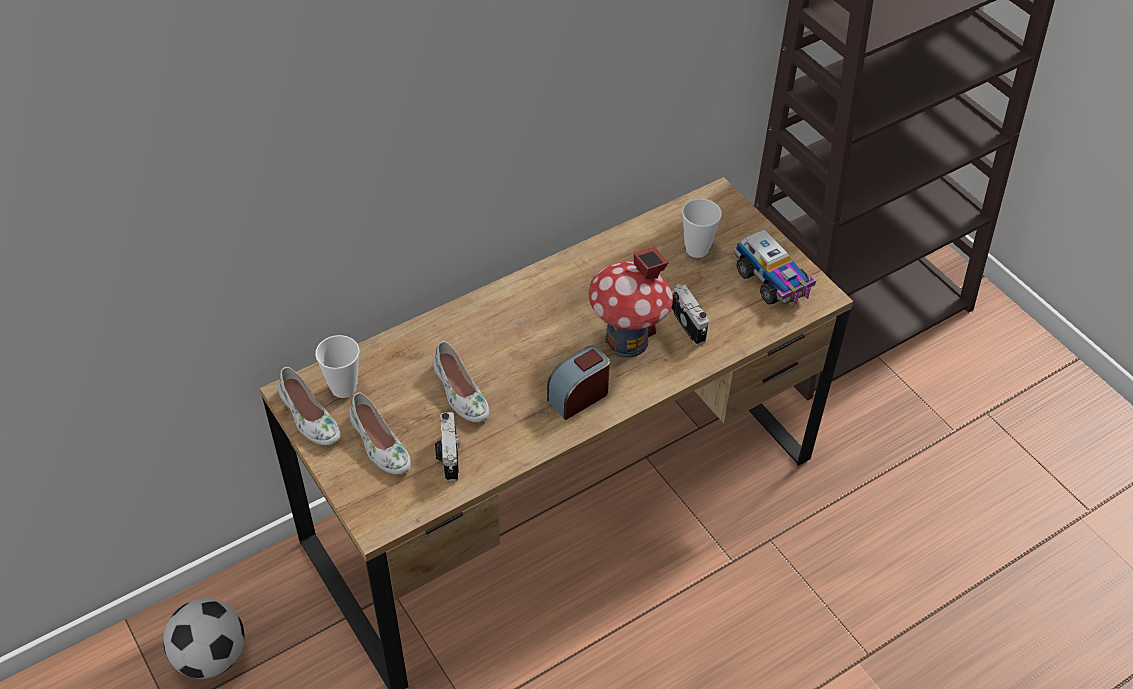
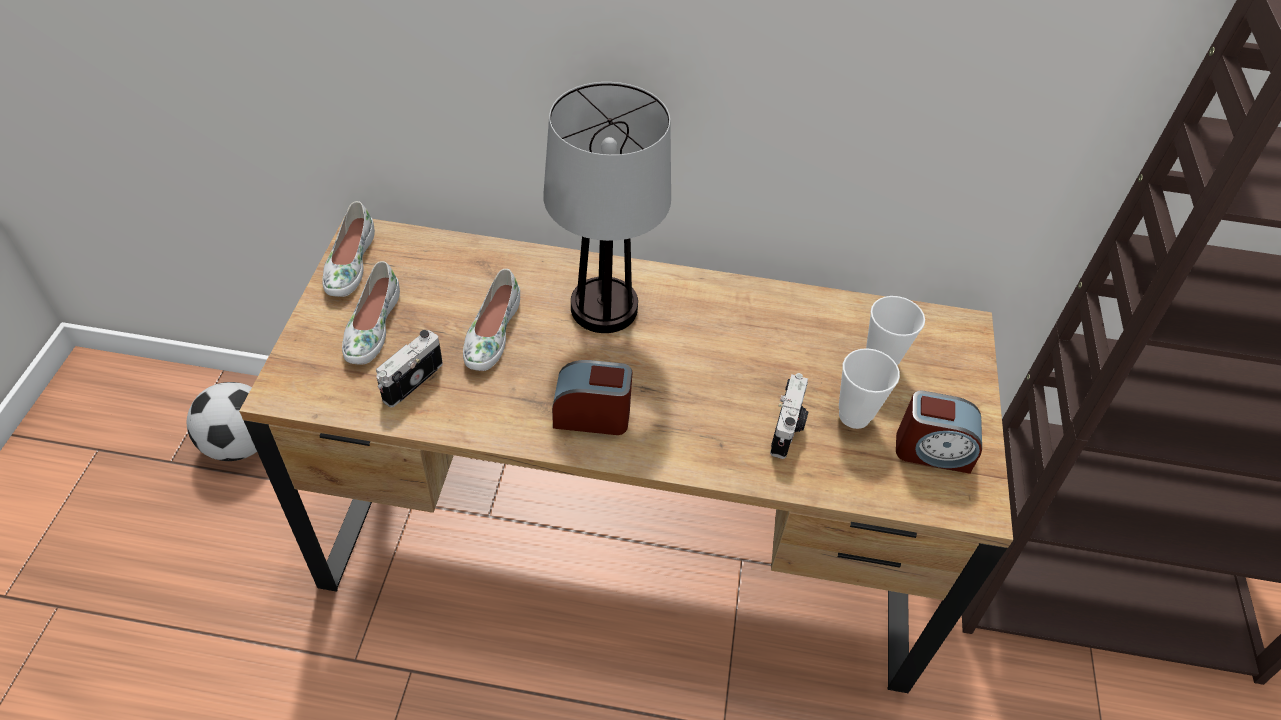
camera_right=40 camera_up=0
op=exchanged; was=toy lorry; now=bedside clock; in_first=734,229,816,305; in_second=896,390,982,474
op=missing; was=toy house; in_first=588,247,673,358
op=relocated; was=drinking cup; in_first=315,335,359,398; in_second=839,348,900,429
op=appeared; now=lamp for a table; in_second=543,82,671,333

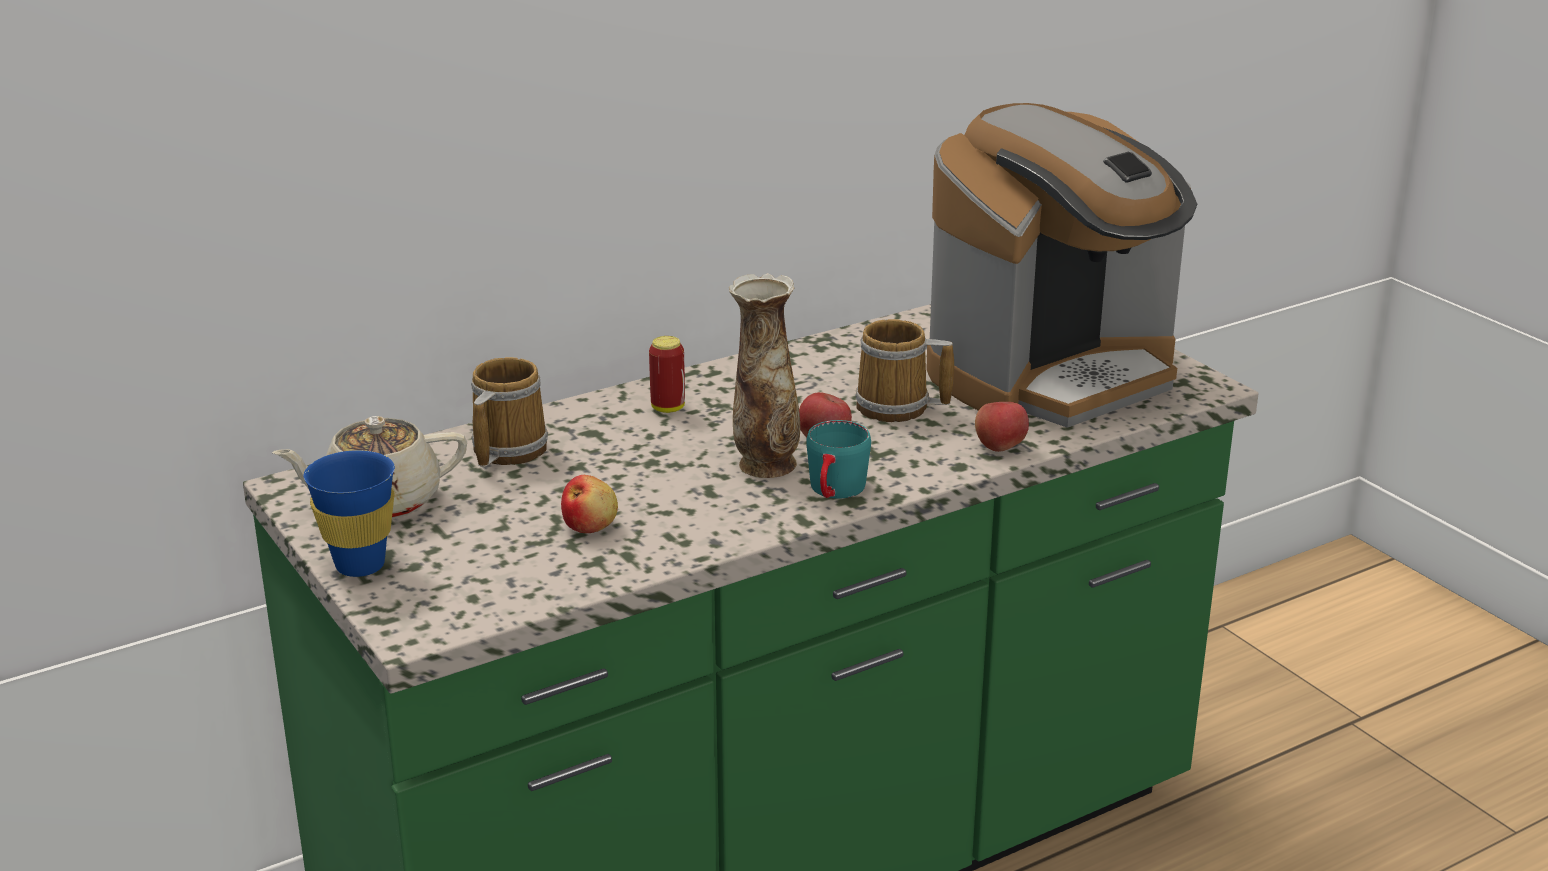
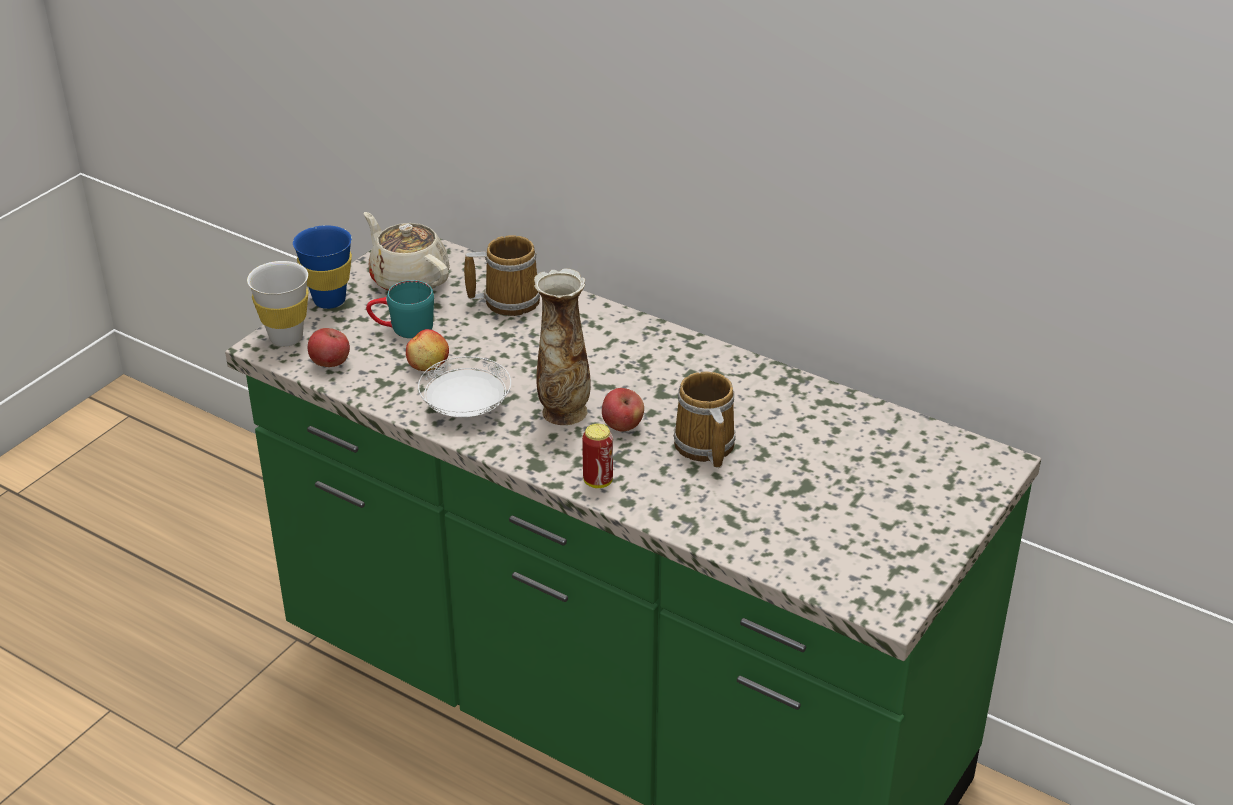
camera_right=65 camera_up=10
op=missing; was=coffee machine; in_first=926,103,1197,428
op=relocated; was=can; in_first=649,336,685,413; in_second=582,423,613,488
op=relocated; was=apple fruit; in_first=975,402,1029,452; in_second=308,328,350,367
op=relocated; was=turquoise-coloured mug; in_first=806,420,871,499; in_second=366,280,434,338
op=appeared; now=whitish drinking cup; in_second=247,261,308,347
op=appeared; now=whitish plate; in_second=418,356,511,417

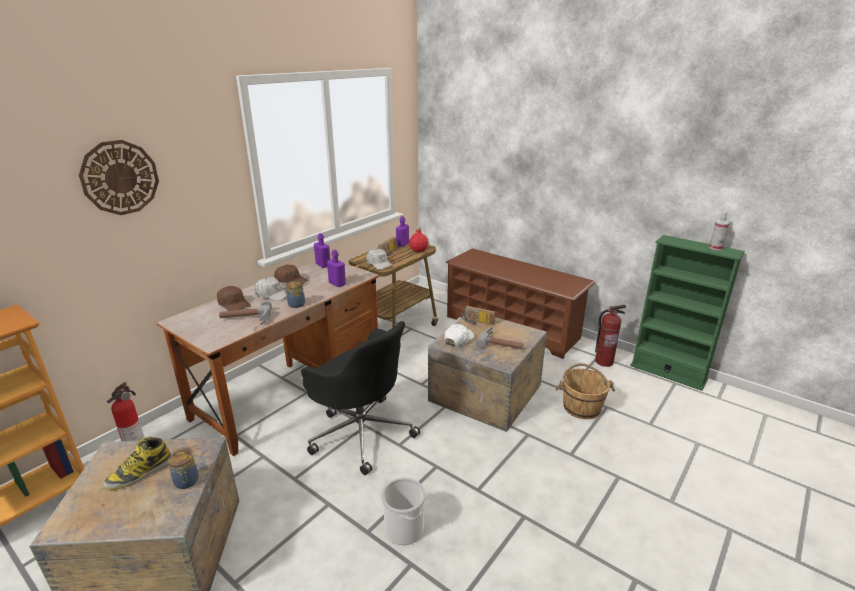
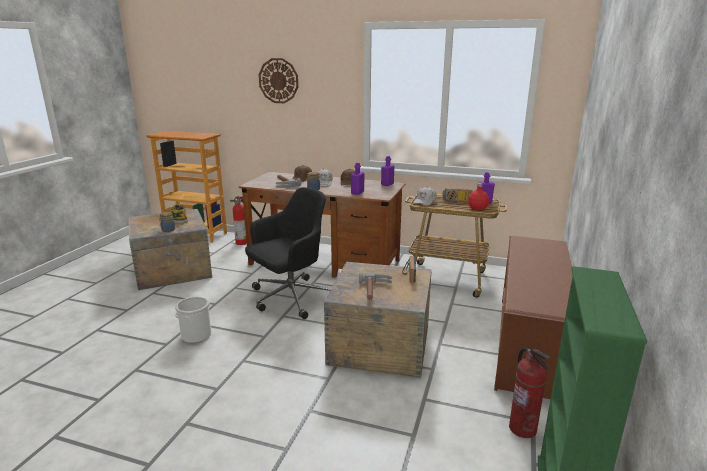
camera_right=70 camera_up=-5
op=missing; was=spray bottle; in_first=709,211,729,250
op=spun; was=blackish desk chair; in_first=301,321,420,475; in_second=245,187,331,319; clockwise=-150
op=missing; was=whitish cap; in_first=445,324,474,346
op=missing; was=brown pail; in_first=555,363,615,419

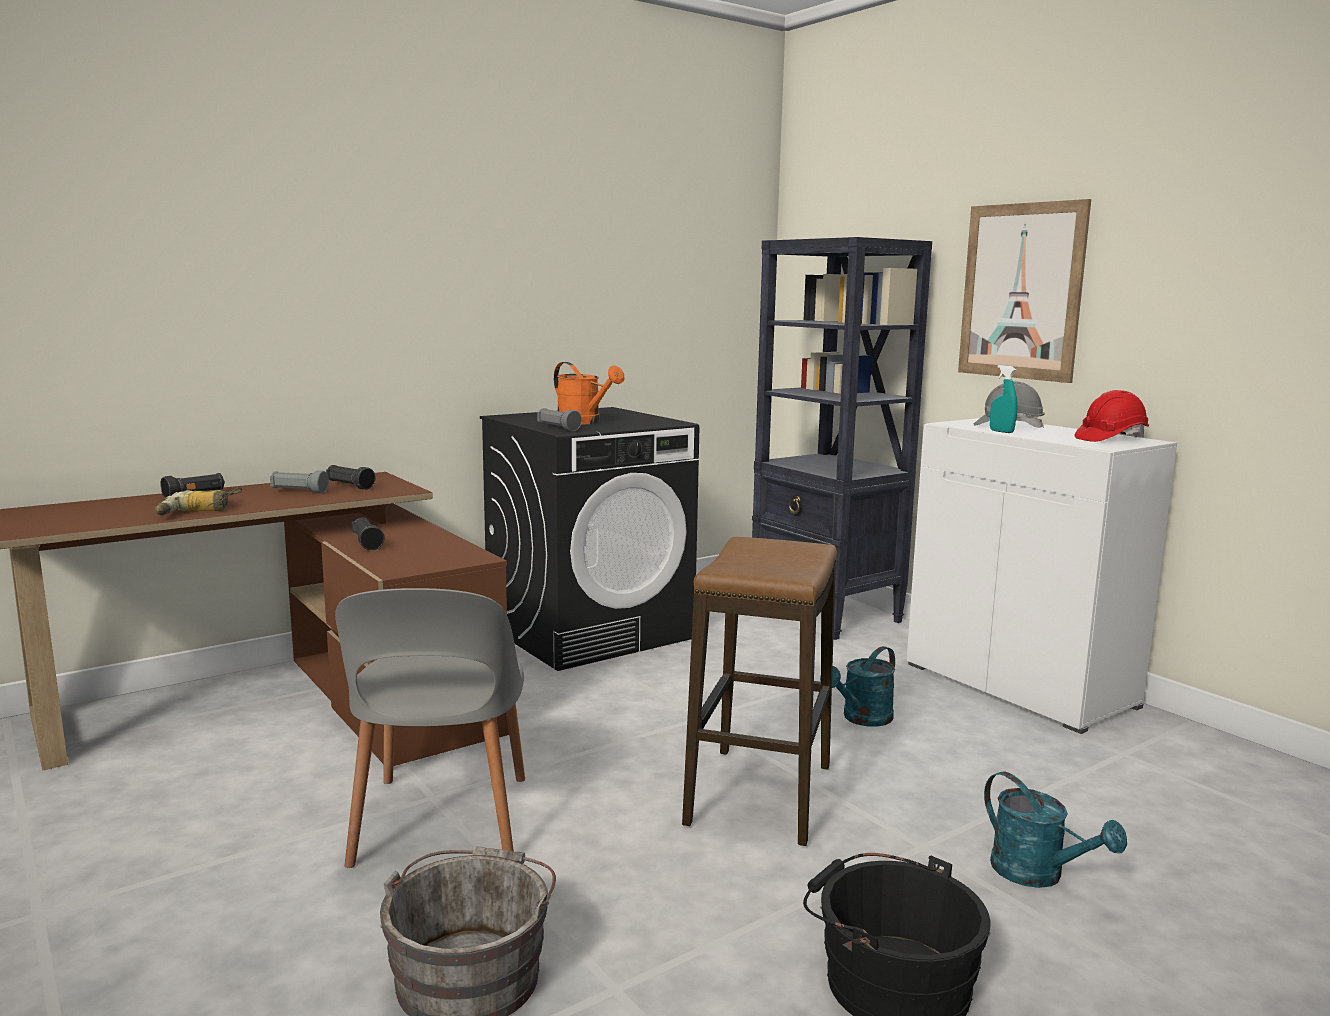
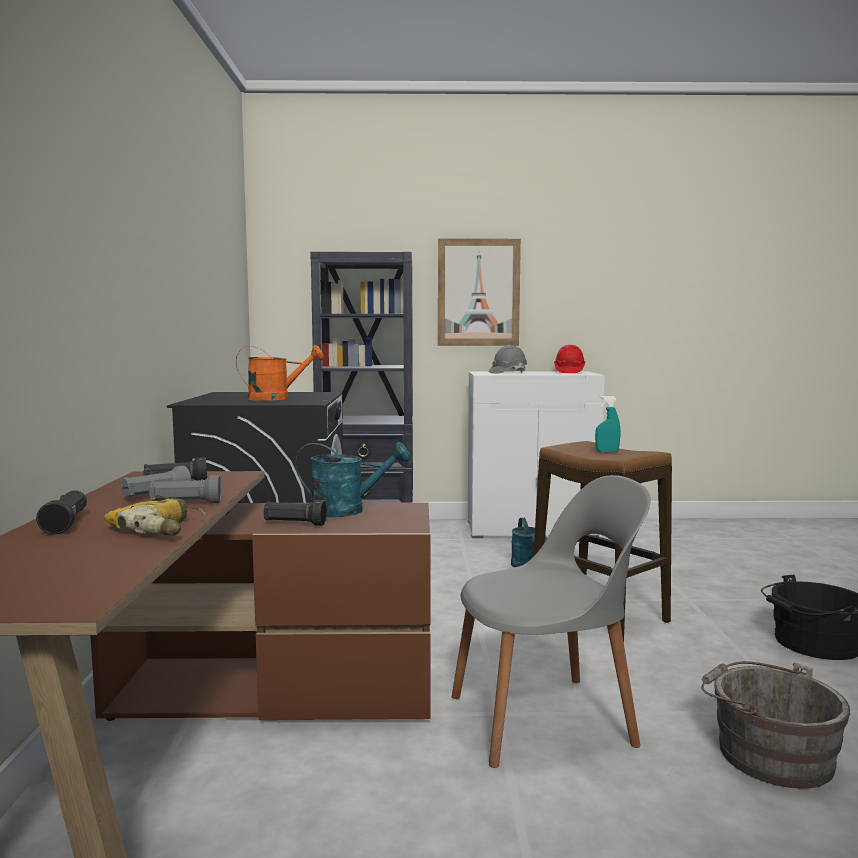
camera_right=-55 camera_up=-5
op=relocated; was=turquoise-coloured spray bottle; in_first=990,365,1017,433; in_second=595,395,621,452
op=relocated; was=greyish flashlight; in_first=537,408,582,431; in_second=149,475,221,503
op=spun; was=greyish plain chair; in_first=335,588,525,868; in_second=452,475,651,768; clockwise=-45
op=relocated; was=turquoise-coloured watering can; in_first=984,772,1127,888; in_second=296,442,410,517

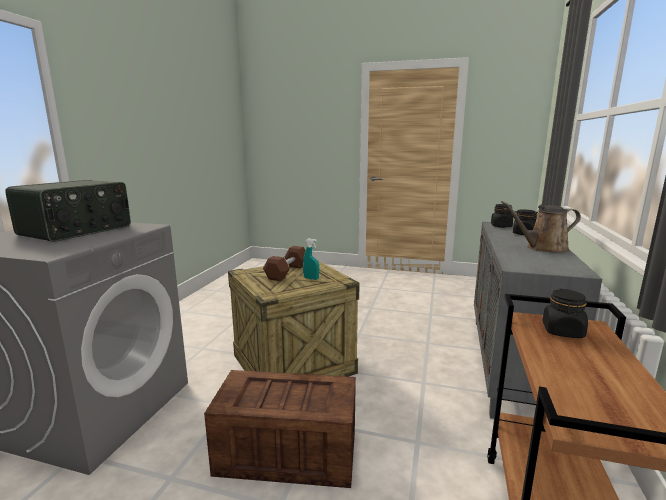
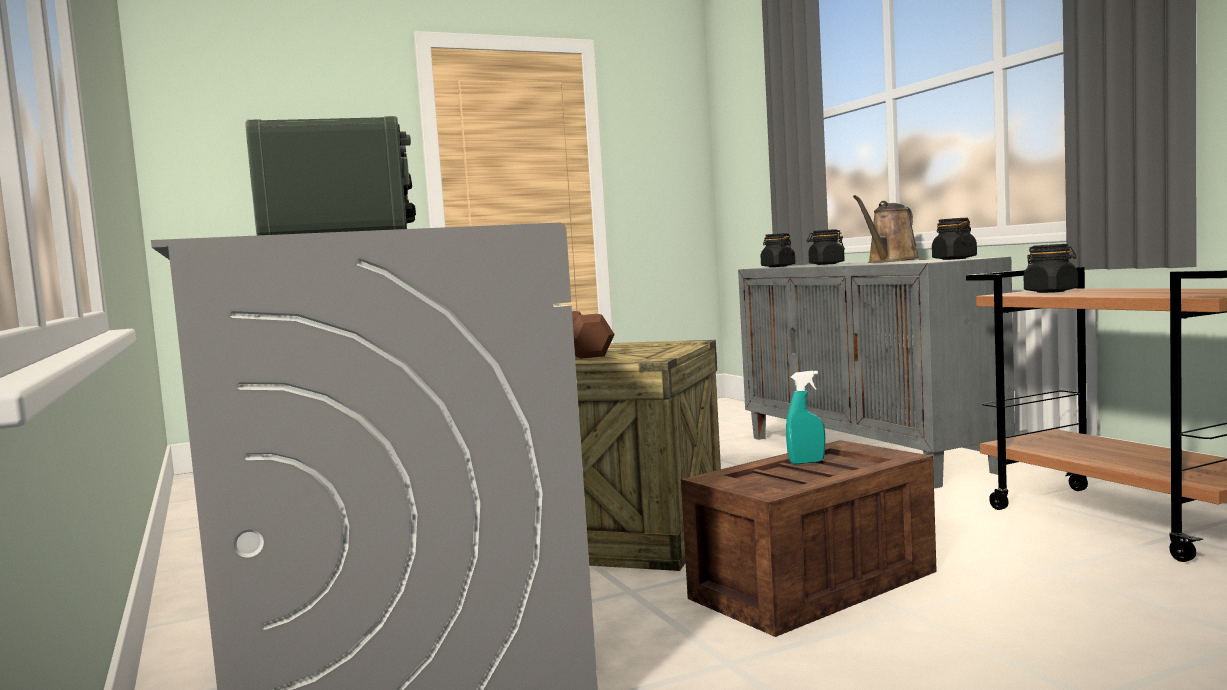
camera_right=-40 camera_up=-10
op=relocated; was=turquoise-coloured spray bottle; in_first=303,238,319,280; in_second=786,371,825,465
op=appeared; now=blackish preserve jar; in_second=932,218,977,260

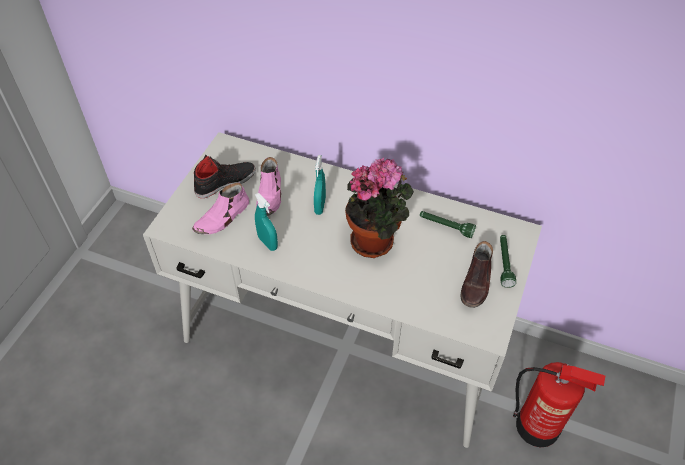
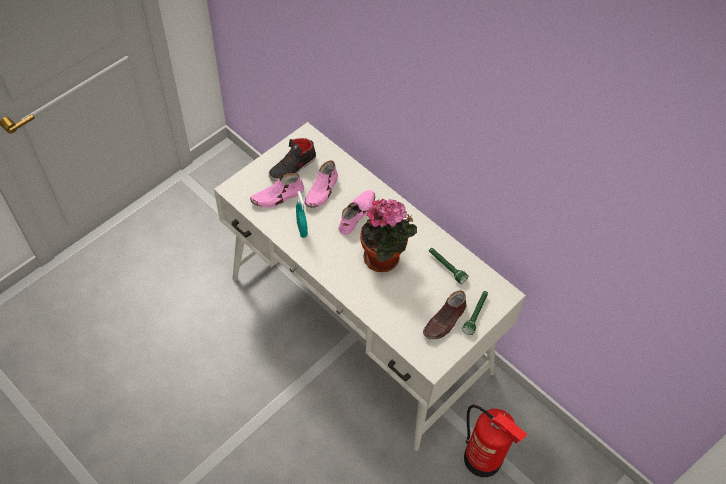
camera_right=20 camera_up=5
op=spun; was=blackish shoe; in_first=194,155,256,198; in_second=269,138,316,181; clockwise=150
op=exchanged; was=turquoise-coloured spray bottle; now=pink-coloured shoe; in_first=314,155,326,215; in_second=338,190,375,235

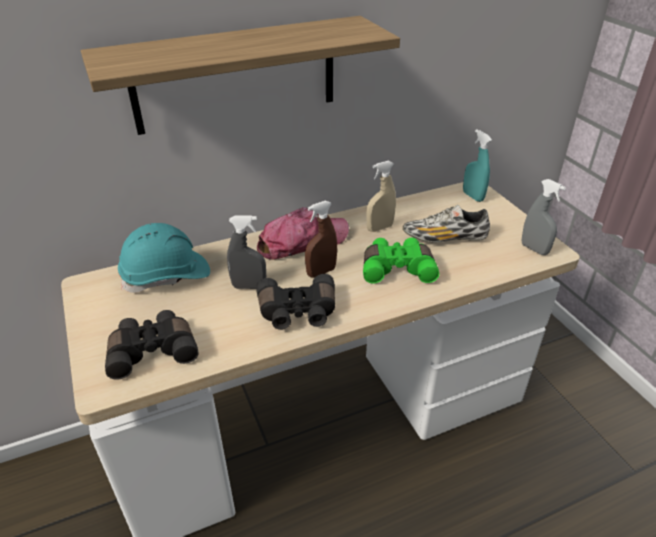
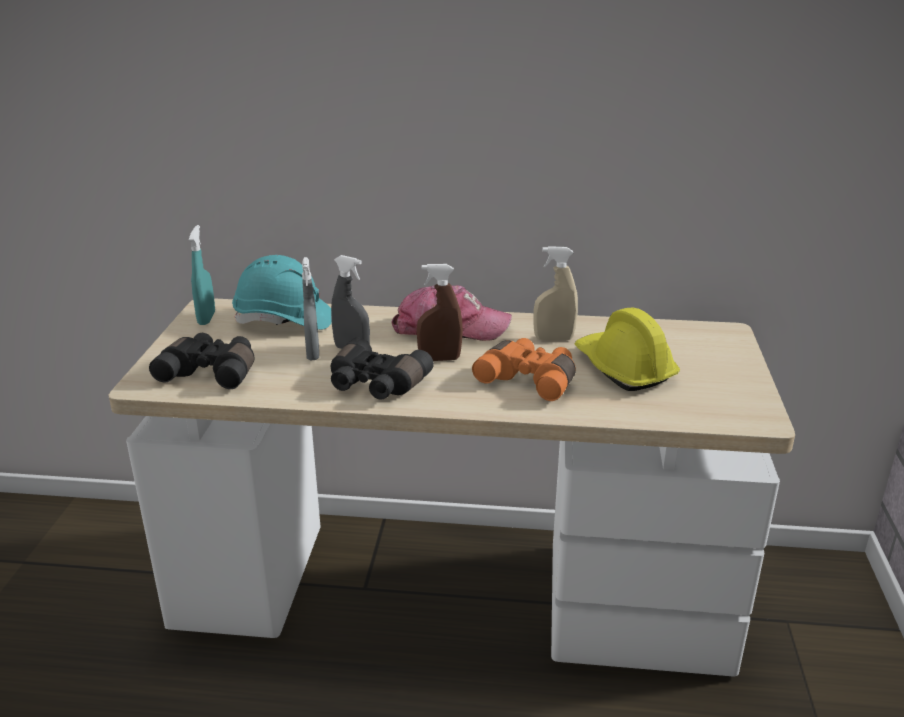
camera_right=30 camera_up=-10
op=missing; was=shelf; in_first=81,16,400,135
op=relocated; was=turquoise-coloured spray bottle; in_first=463,129,492,202; in_second=189,225,215,325
op=relocated; was=greyish spray bottle; in_first=522,179,566,255; in_second=302,257,319,361
op=exchanged; was=shoe; now=yellowish hard hat; in_first=403,205,490,243; in_second=575,308,680,391
op=colour; was=green-coloured binoculars; now=orangey binoculars; in_first=363,238,439,284; in_second=472,338,576,401

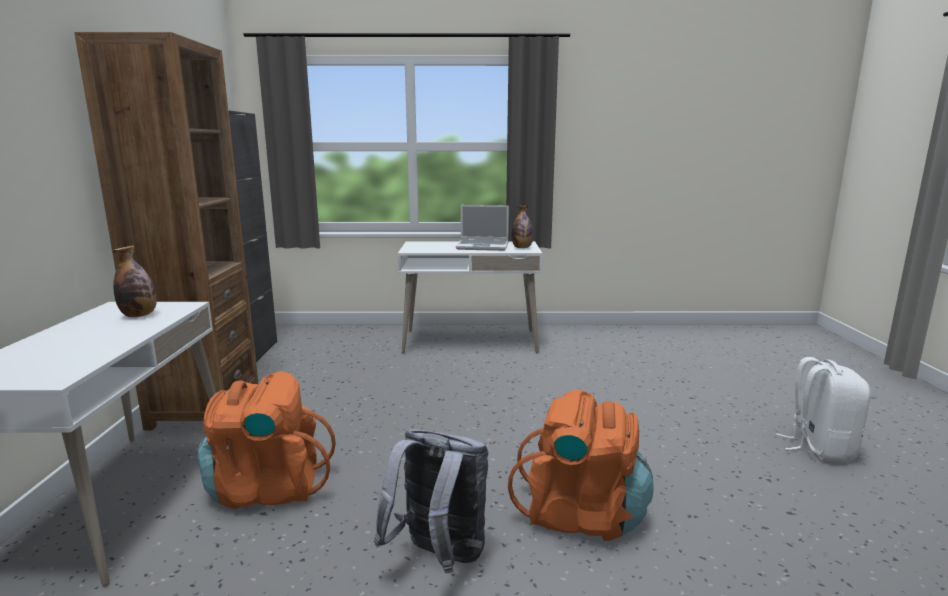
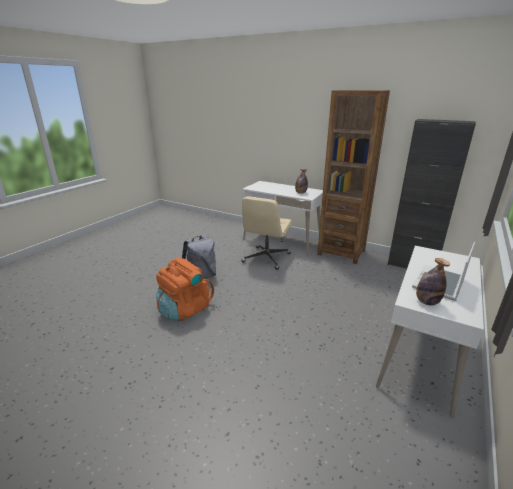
camera_right=120 camera_up=10
op=missing; was=whitish knapsack; in_first=776,357,871,462
op=exchanged; was=orangey knapsack; now=sand-coloured desk chair; in_first=198,371,336,509; in_second=241,196,292,270

